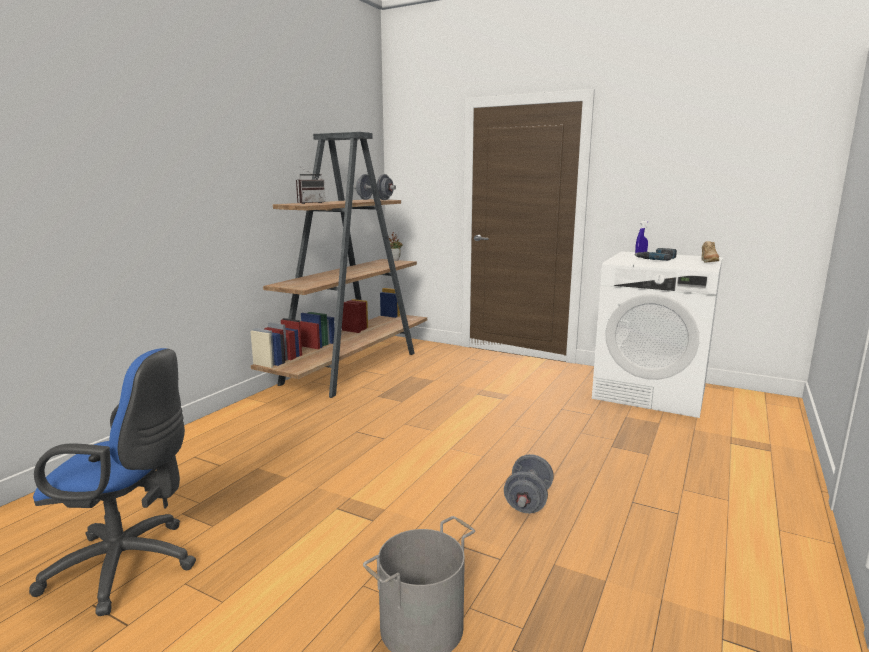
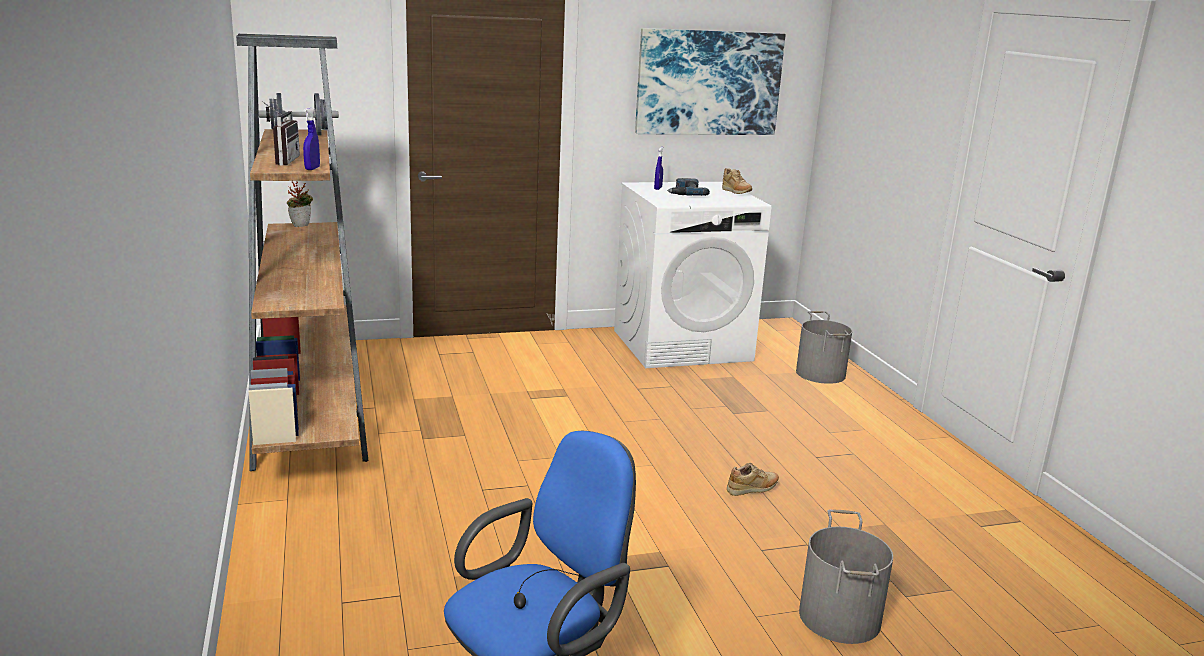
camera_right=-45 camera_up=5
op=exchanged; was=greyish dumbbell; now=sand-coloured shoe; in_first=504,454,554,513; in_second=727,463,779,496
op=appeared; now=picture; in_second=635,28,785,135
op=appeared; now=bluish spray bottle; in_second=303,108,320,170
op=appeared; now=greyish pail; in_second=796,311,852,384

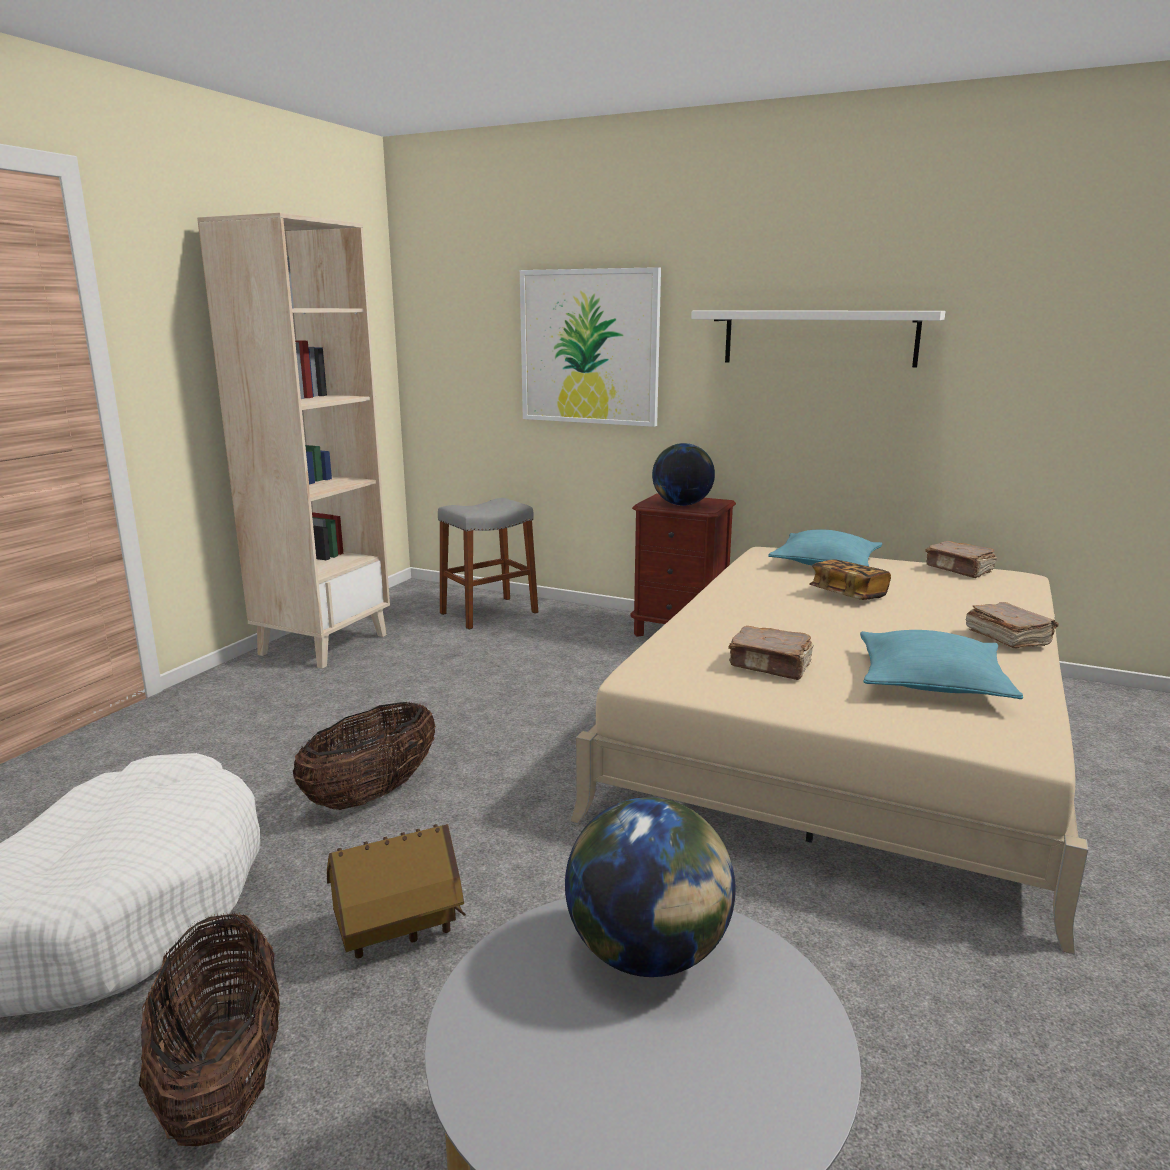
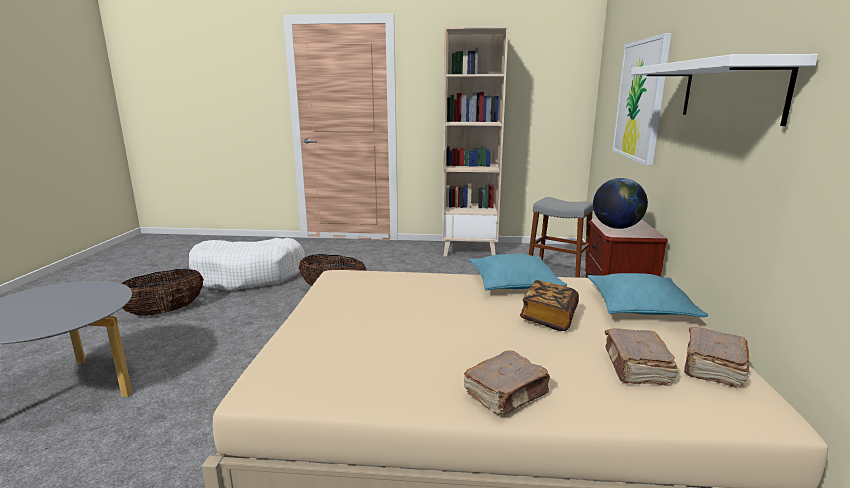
camera_right=70 camera_up=0
op=relocated; was=brown bound book; in_first=728,626,814,680; in_second=605,328,678,386
op=relocated; was=turquoise-coloured cushion; in_first=860,630,1023,699; in_second=469,254,567,290
op=missing; was=globe; in_first=565,797,735,977
op=missing; was=toy house; in_first=327,824,466,958

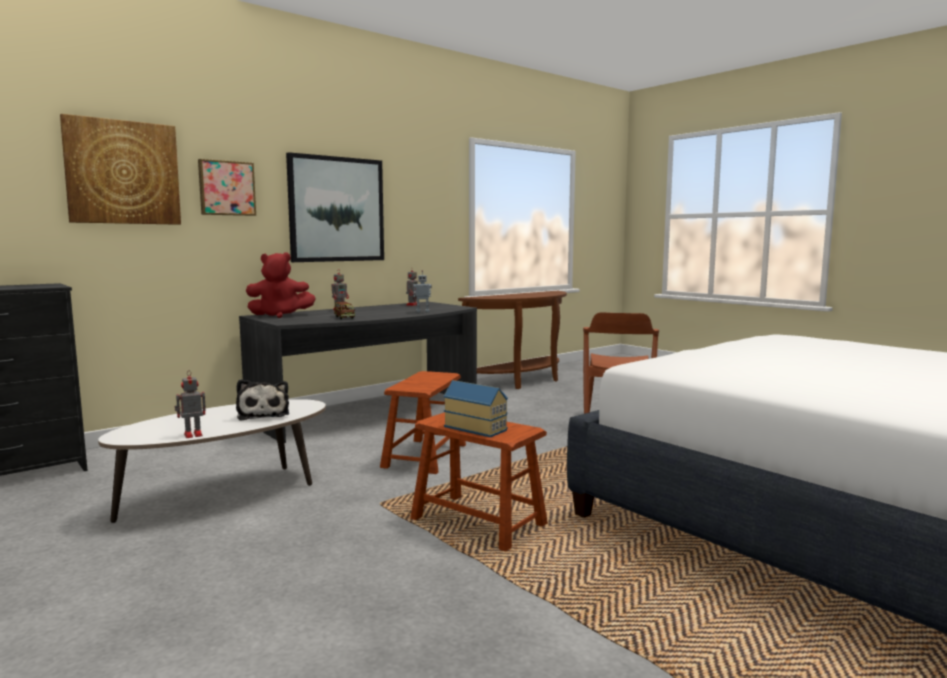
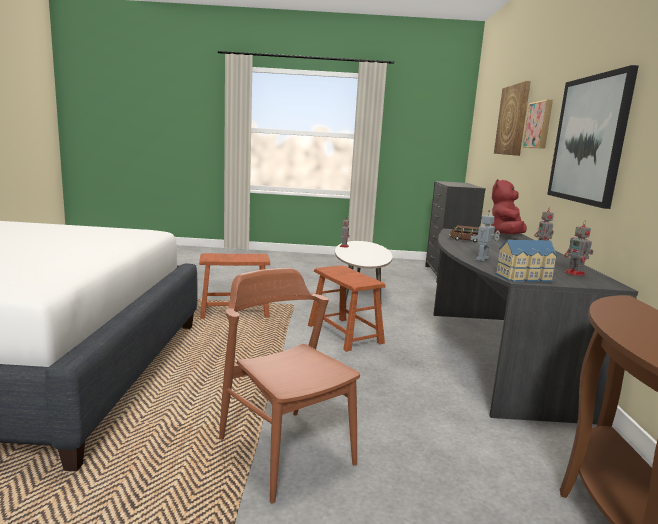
camera_right=130 camera_up=5
op=missing; was=soft toy; in_first=236,379,289,421
op=relocated; was=toy house; in_first=443,380,508,438; in_second=496,240,557,282

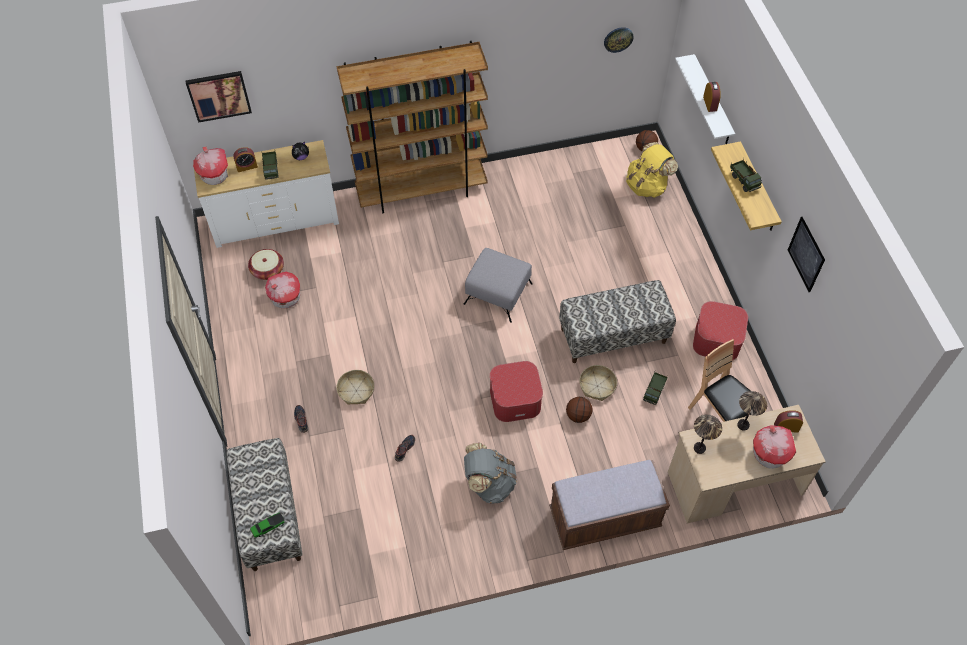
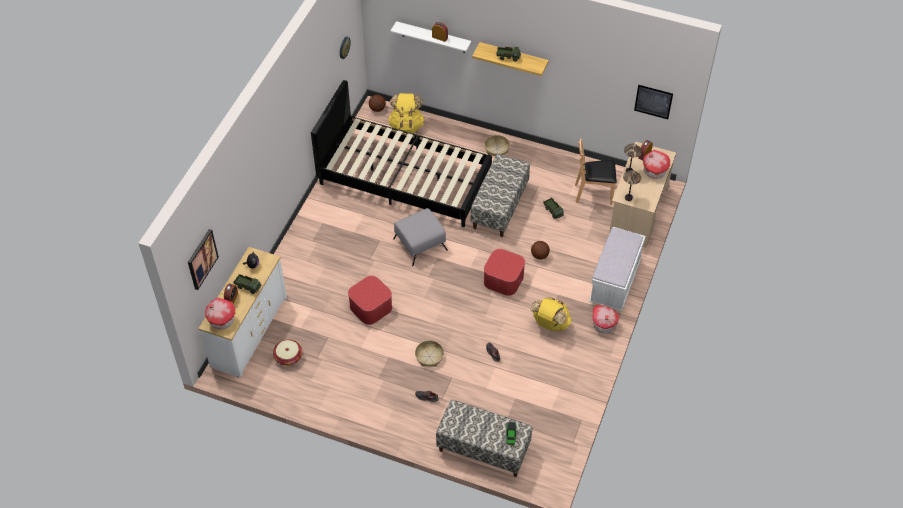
camera_right=-55 camera_up=-5
op=missing; was=brown bookshelf; in_first=336,41,488,214
op=relocated; was=picture; in_first=788,217,825,292; in_second=634,85,673,119
op=relocated; was=toy house; in_first=265,272,300,308; in_second=592,305,619,333
op=relocated; was=ottoman; in_first=693,301,748,360; in_second=348,276,392,325
op=relocated; was=basket; in_first=579,365,617,401; in_second=484,135,510,156
op=colour; was=greyish knapsack; now=yellowish knapsack; in_first=464,443,517,504; in_second=530,297,572,331
op=colour; was=brown bench; now=whitish bench; in_first=549,460,670,550; in_second=589,227,646,312
op=appeared; now=blackish sleeping bed; in_second=311,80,492,227

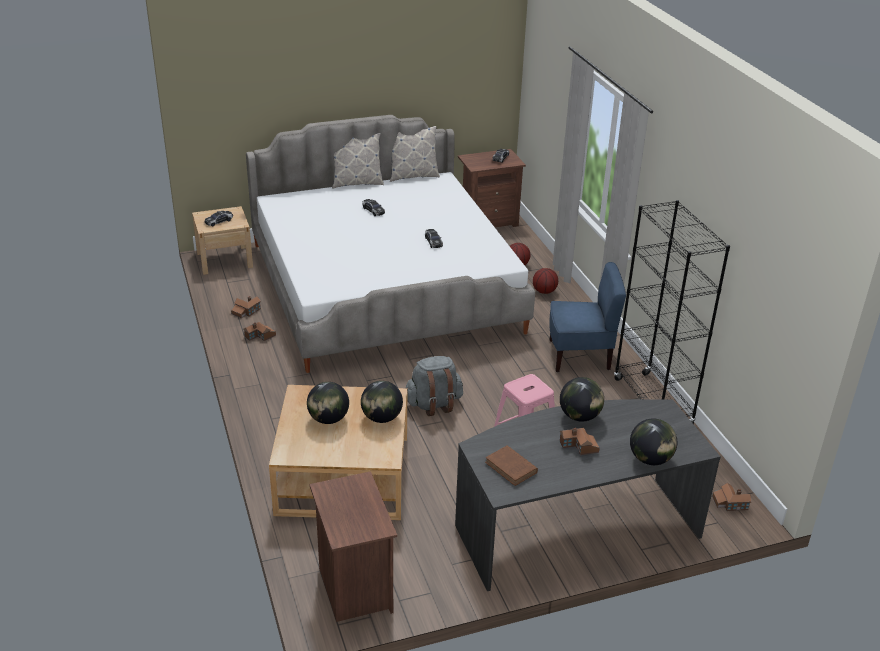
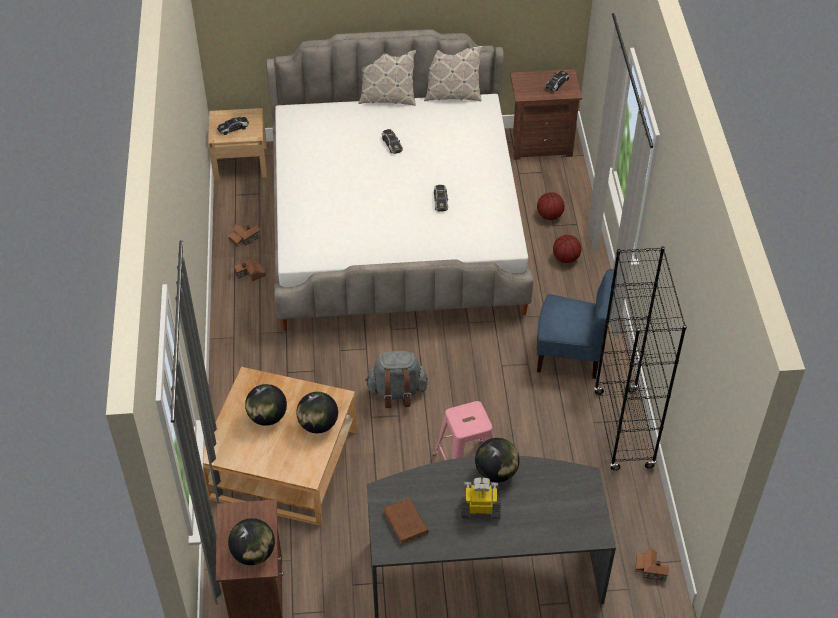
camera_right=15 camera_up=15
op=relocated; was=globe; in_first=630,418,677,465; in_second=228,518,275,565
op=exchanged; was=toy house; now=toy robot; in_first=560,428,599,455; in_second=461,477,501,519

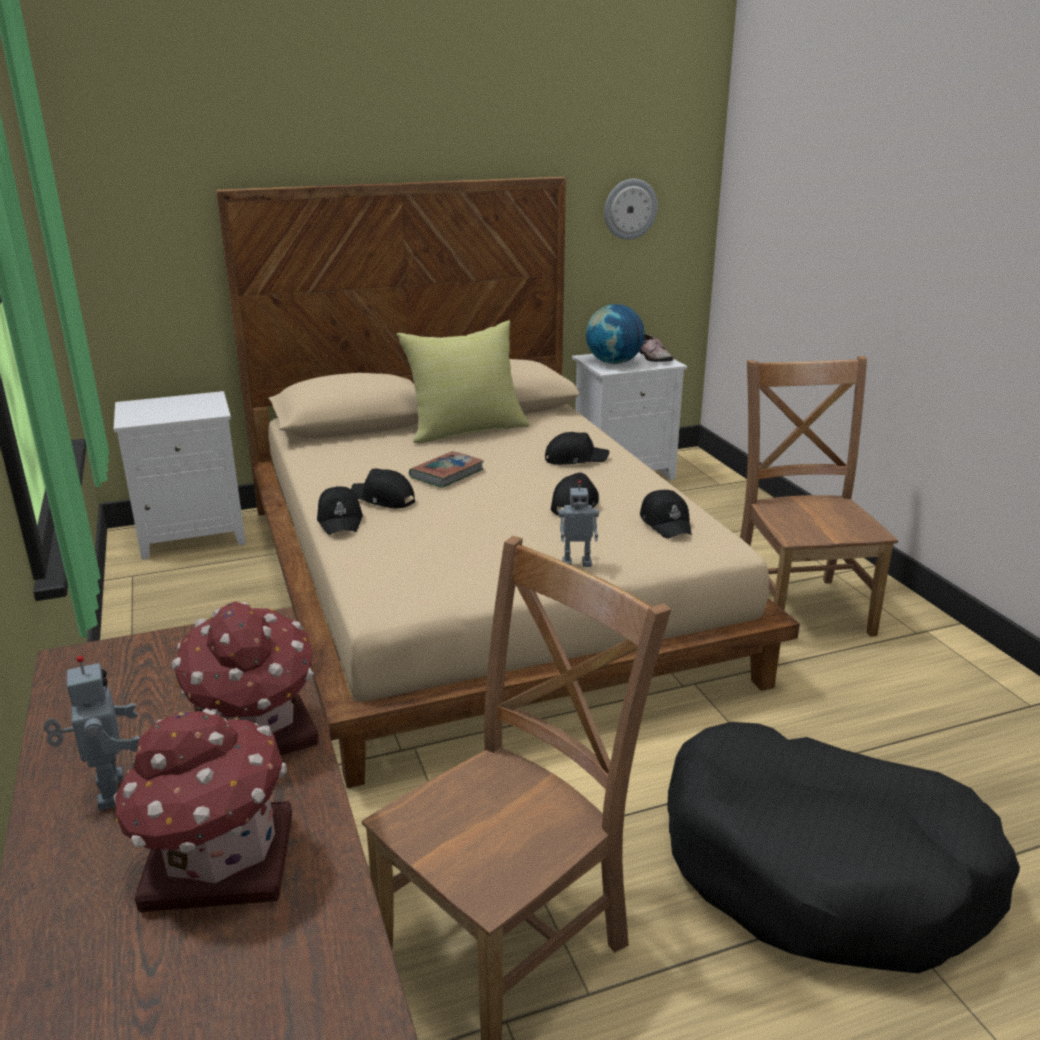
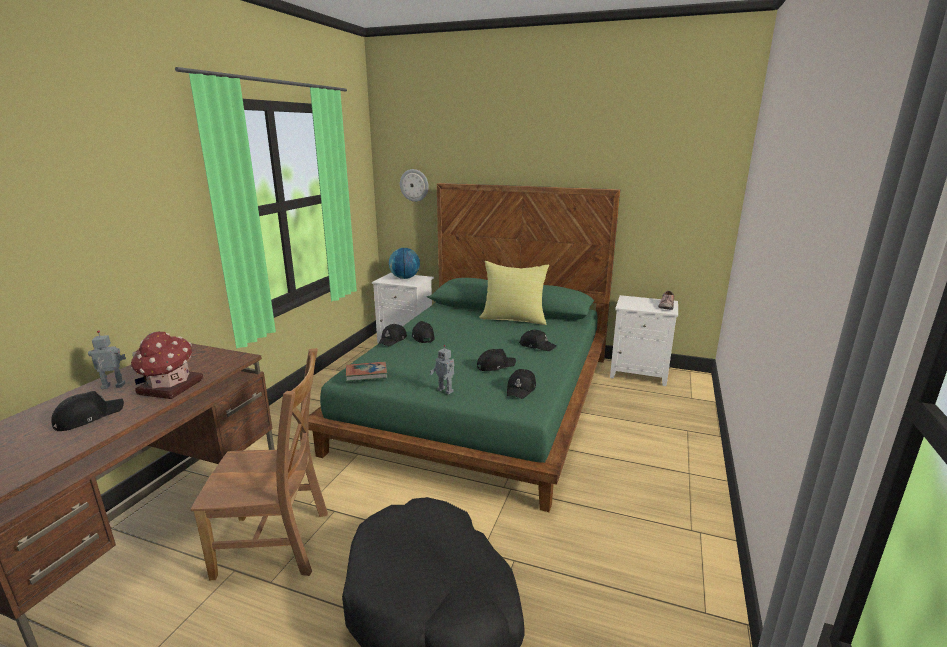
camera_right=40 camera_up=-5
op=colour; was=sand-coloured sleeping bed; now=green-coloured sleeping bed; in_first=216,176,800,788; in_second=308,183,620,512
op=relocated; was=wall clock; in_first=604,179,658,240; in_second=400,169,429,202
op=relocated; was=globe; in_first=586,304,645,364; in_second=389,248,420,279
op=missing; was=brown plain chair; in_first=740,356,898,637
op=relocated; was=bound book; in_first=409,451,484,488; in_second=346,361,388,382
op=spun; was=toy robot; in_first=44,656,140,810; in_second=88,330,126,389; clockwise=-120
op=exchanged; was=toy house; now=blackish cap; in_first=113,708,292,913; in_second=51,391,124,431

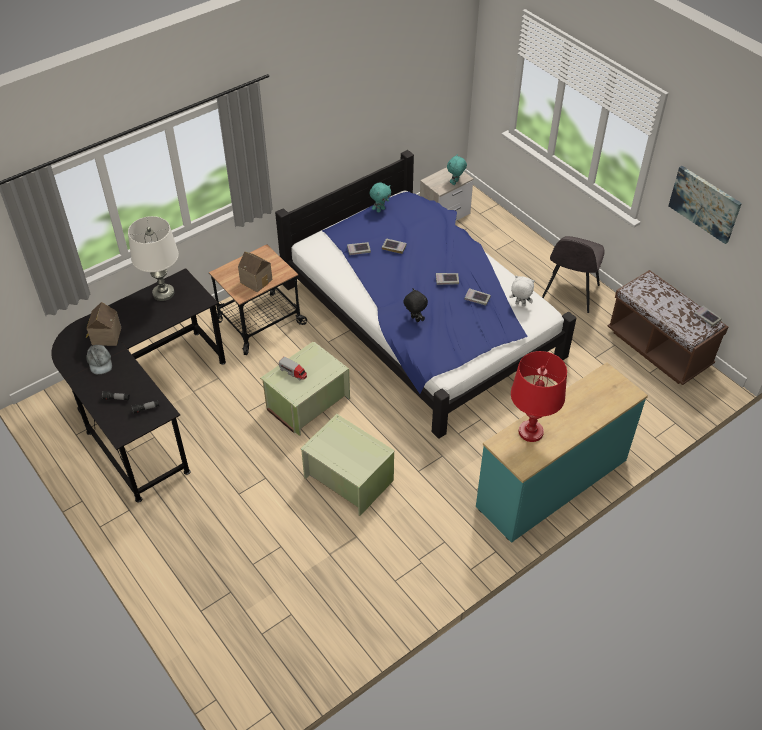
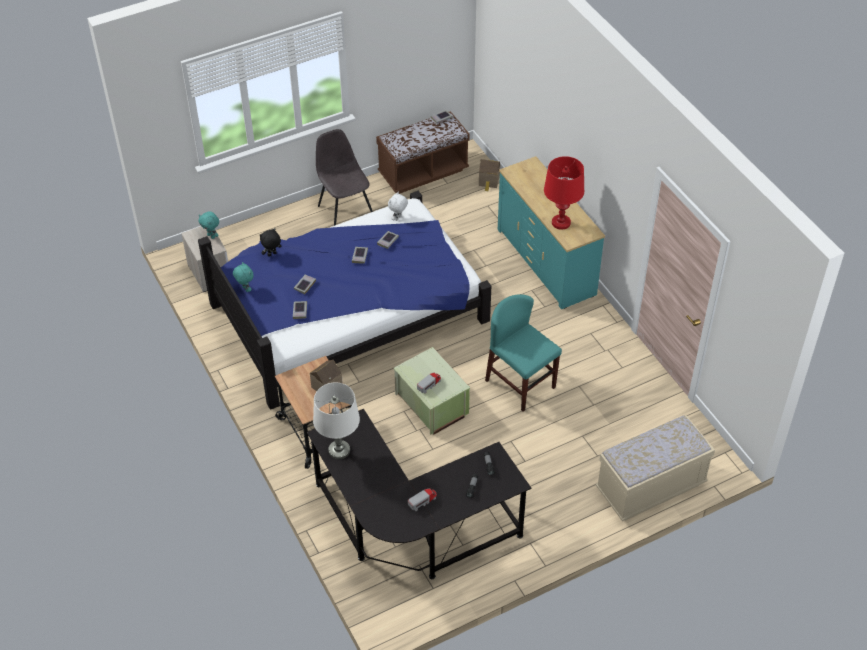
camera_right=-80 camera_up=0
op=missing; was=picture; in_first=668,166,742,244
op=spun; was=greyish plain chair; in_first=542,236,605,313; in_second=316,129,373,226; clockwise=-150
op=relocated; was=blackish soft toy; in_first=403,288,428,322; in_second=260,228,282,257
op=relocated; was=toy house; in_first=86,302,121,346; in_second=479,159,500,191
op=exchanged; was=greyish cap; now=toy lorry; in_first=86,345,112,374; in_second=408,488,437,511
op=exchanged; was=green-coloured storage bin; now=turquoise-coloured plain chair; in_first=300,414,394,516; in_second=485,294,562,412
op=appeared; now=sand-coloured bench; in_second=596,415,715,521

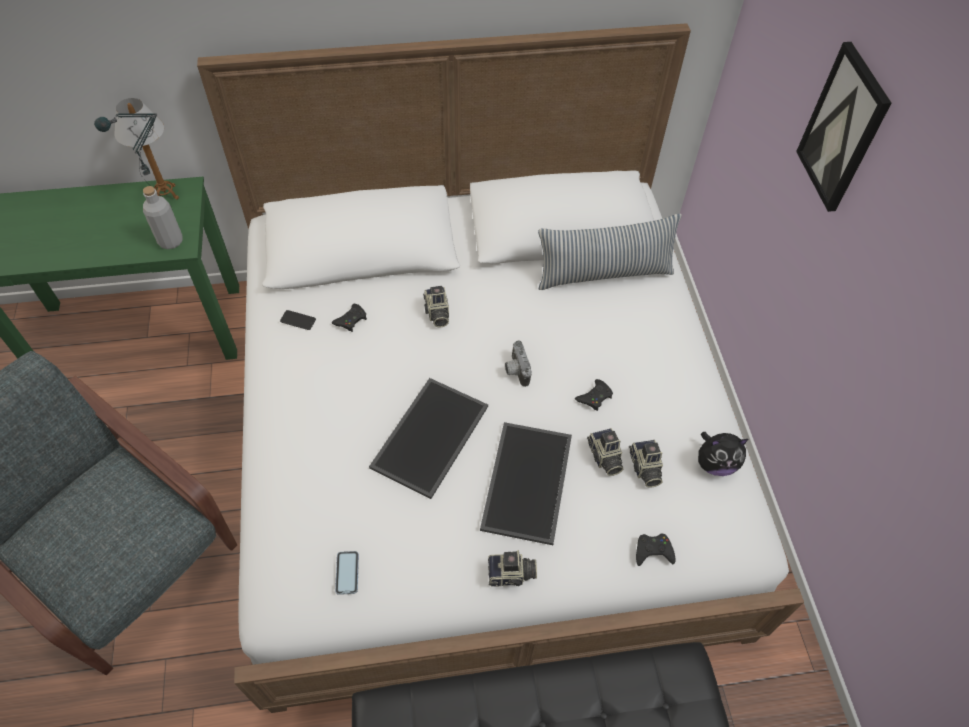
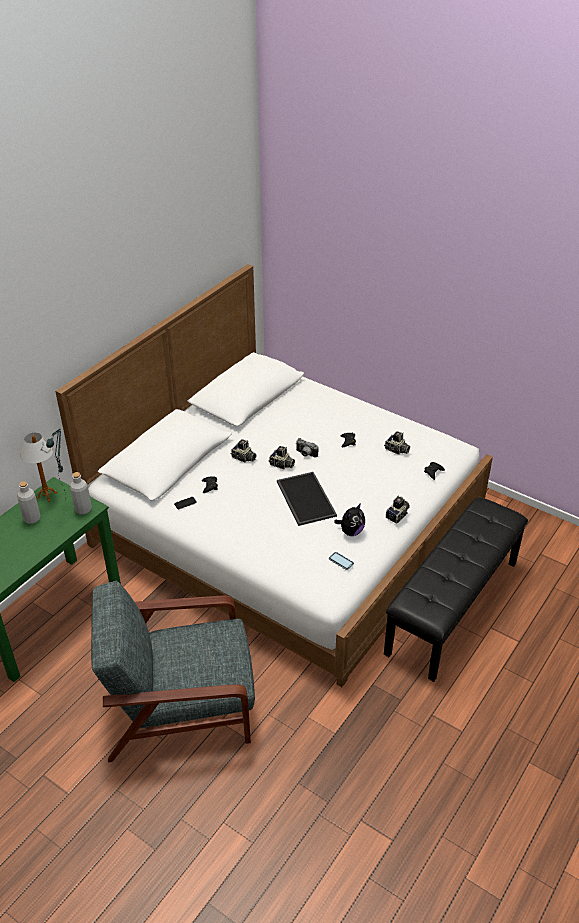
camera_right=-45 camera_up=-15
op=missing; was=picture; in_first=796,42,891,212
op=missing; was=cushion; in_first=538,214,682,290
op=missing; was=tray; in_first=480,422,572,545
op=relocated; was=photo camera; in_first=587,428,623,476; in_second=269,446,295,469
op=relocated; was=soft toy; in_first=698,432,749,476; in_second=334,503,365,536
op=appeared; now=greyish bottle; in_second=17,481,41,524

